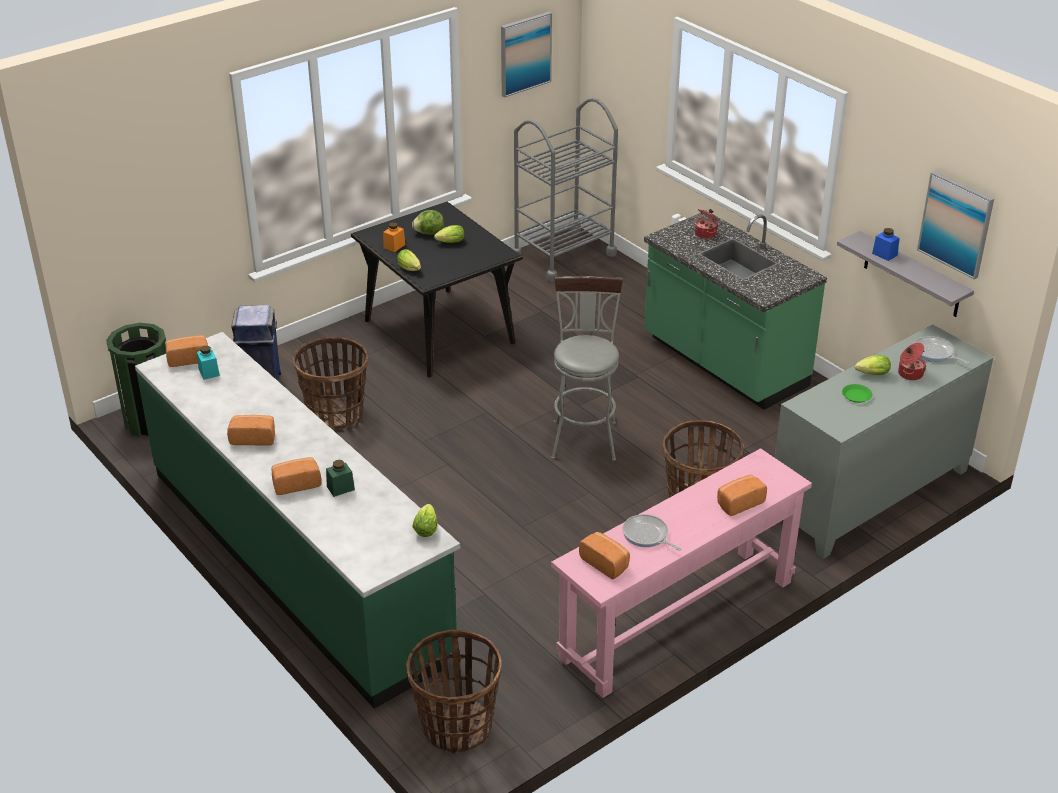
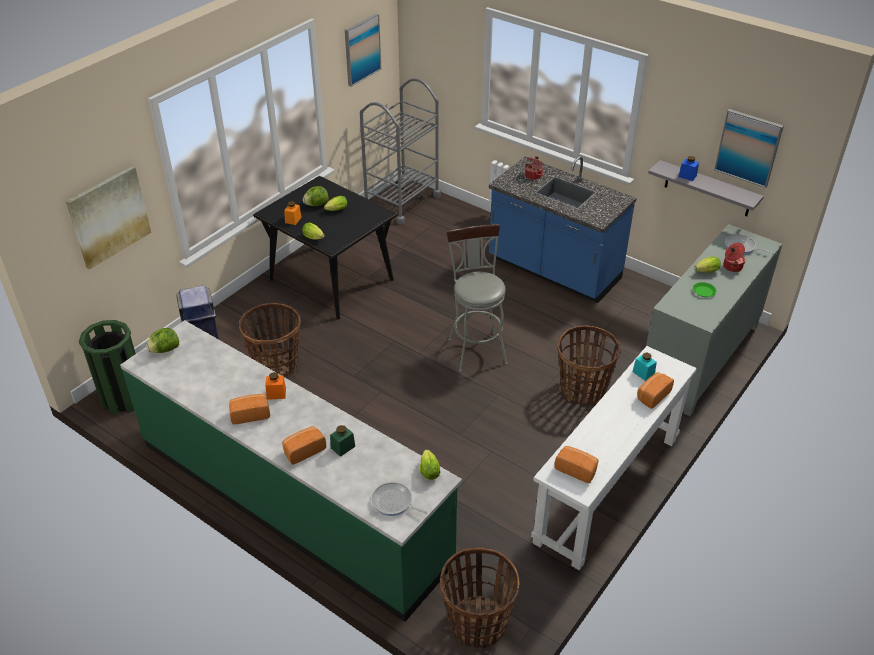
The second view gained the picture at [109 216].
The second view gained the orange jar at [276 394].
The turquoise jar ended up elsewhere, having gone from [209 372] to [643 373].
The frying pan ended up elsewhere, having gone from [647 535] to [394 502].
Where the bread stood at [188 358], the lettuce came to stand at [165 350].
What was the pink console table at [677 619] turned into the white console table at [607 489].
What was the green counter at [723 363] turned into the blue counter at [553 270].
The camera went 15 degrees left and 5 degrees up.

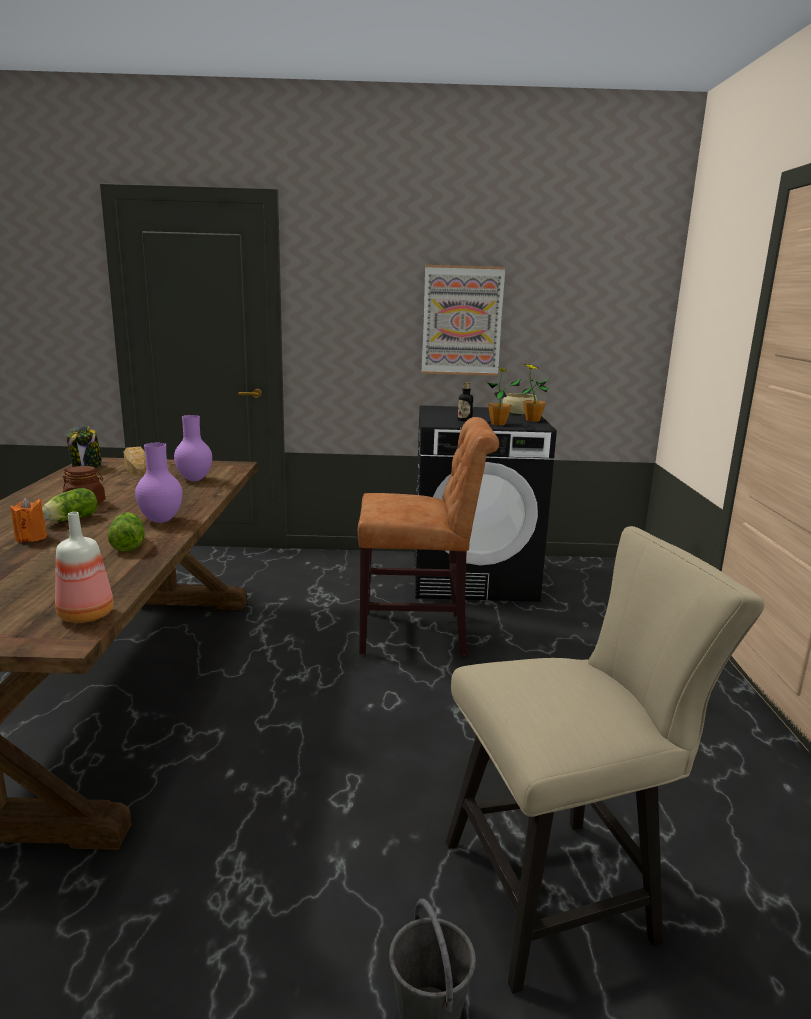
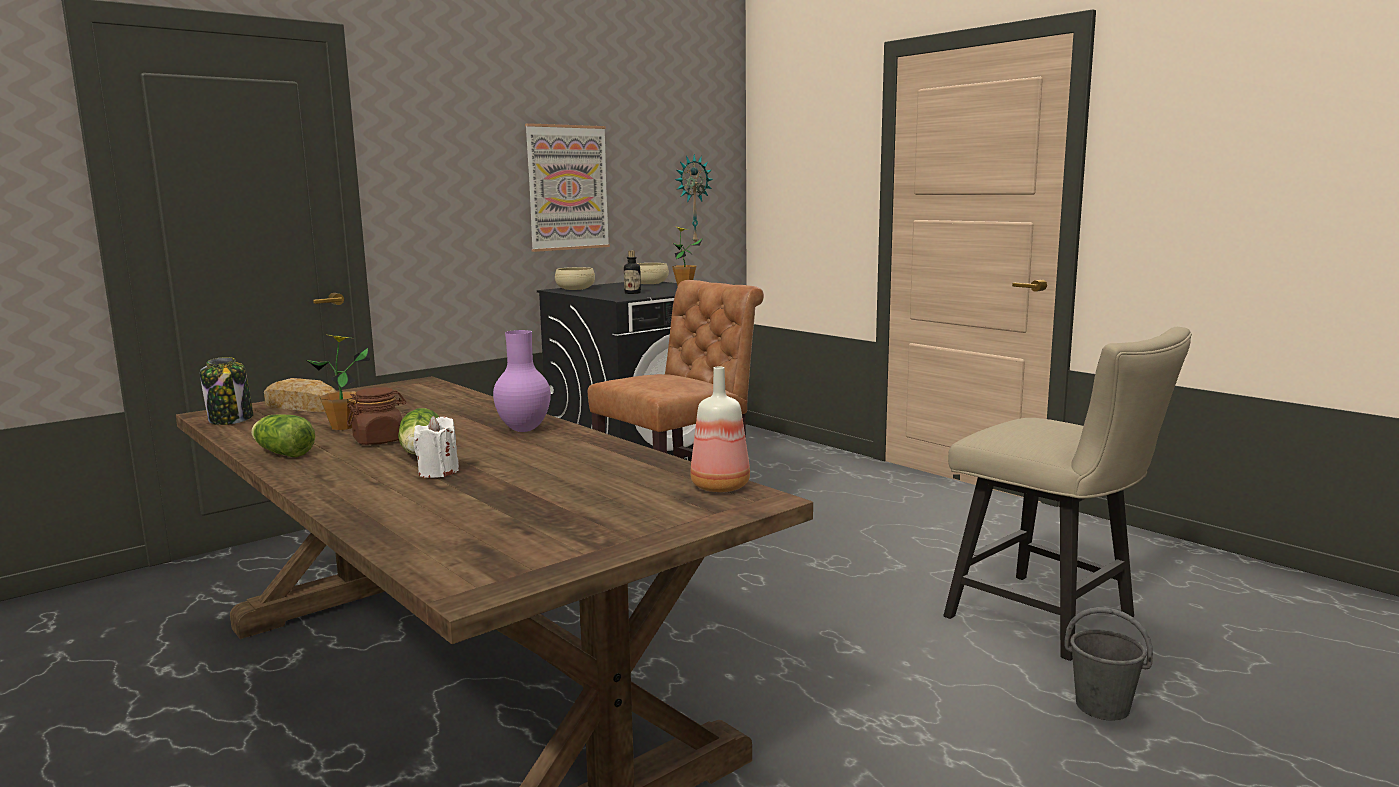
The second view lost the purple vase at [193 480].
The second view gained the beige bowl at [575 288].
The second view gained the wall clock at [692 199].
The lettuce ended up elsewhere, having gone from [128 544] to [282 453].
The potted plant ended up elsewhere, having gone from [498 424] to [343 427].
What was the orange candle at [31 538] turned into the white candle at [438 472].
The beige chair at [562 890] ended up facing another way, 105 degrees clockwise from before.
The camera went 40 degrees left and 5 degrees down.

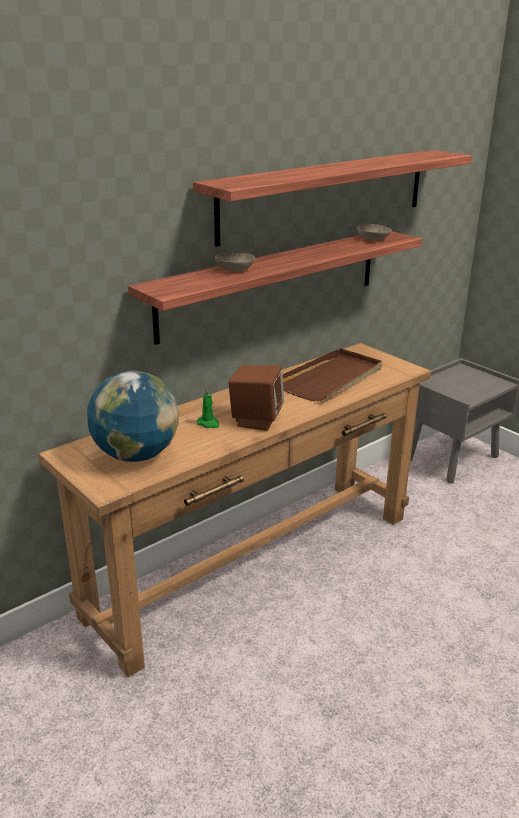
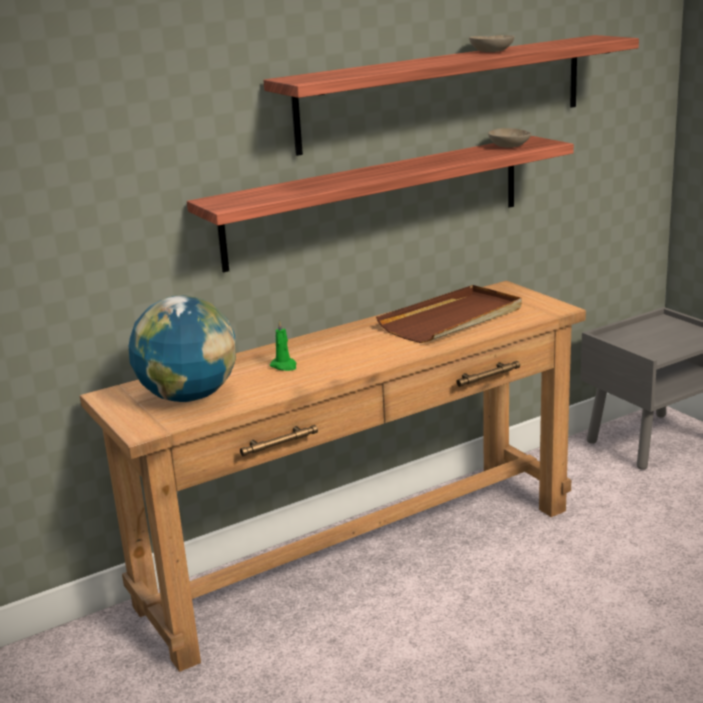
The second view lost the brown speaker at [256 420].
The beige bowl ended up elsewhere, having gone from [234 270] to [491 52].
The camera went 10 degrees right and 5 degrees down.

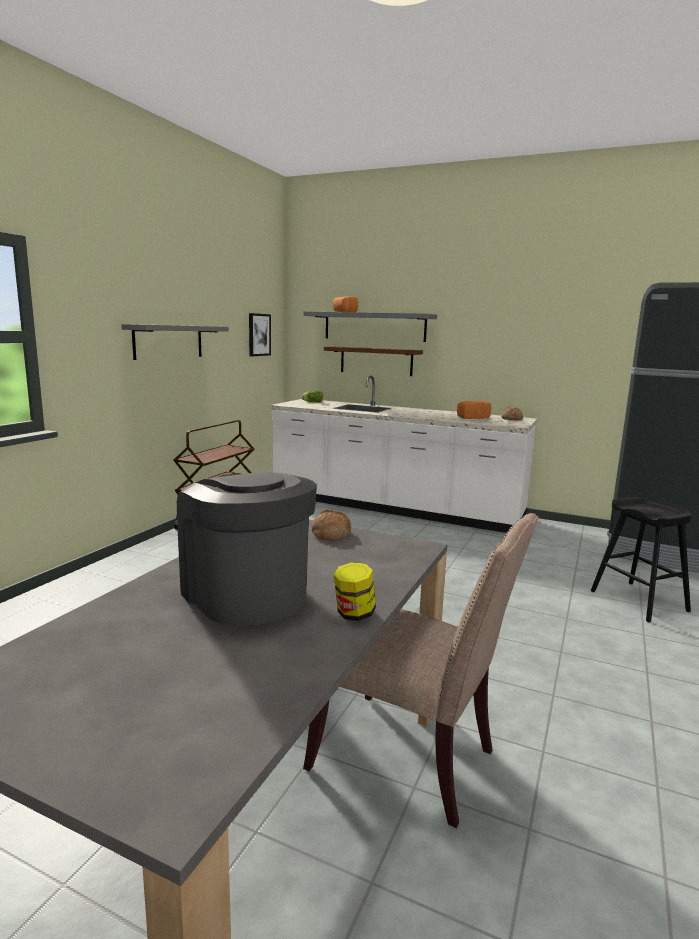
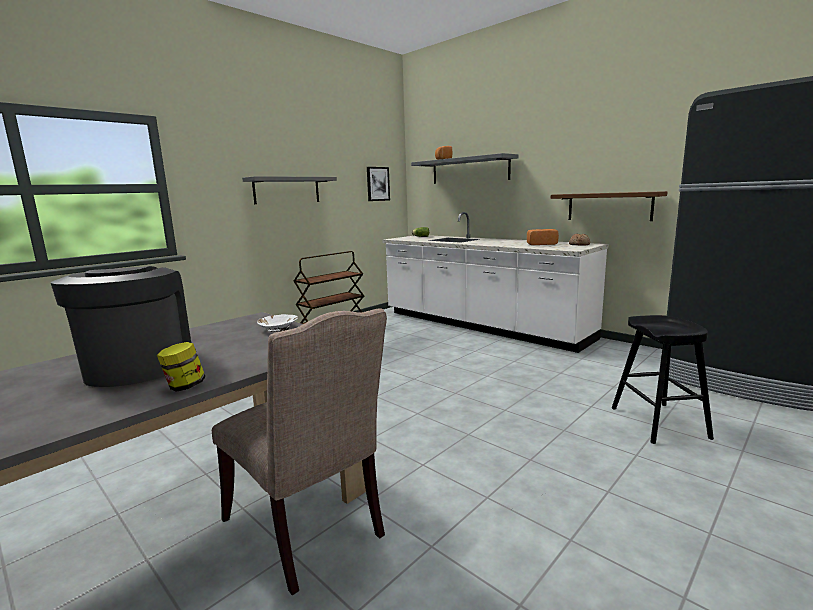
The brown shelf ended up elsewhere, having gone from [376 361] to [609 206].
Where the bread stood at [330 534], the white bowl came to stand at [278 328].
The camera went 20 degrees right and 0 degrees up.

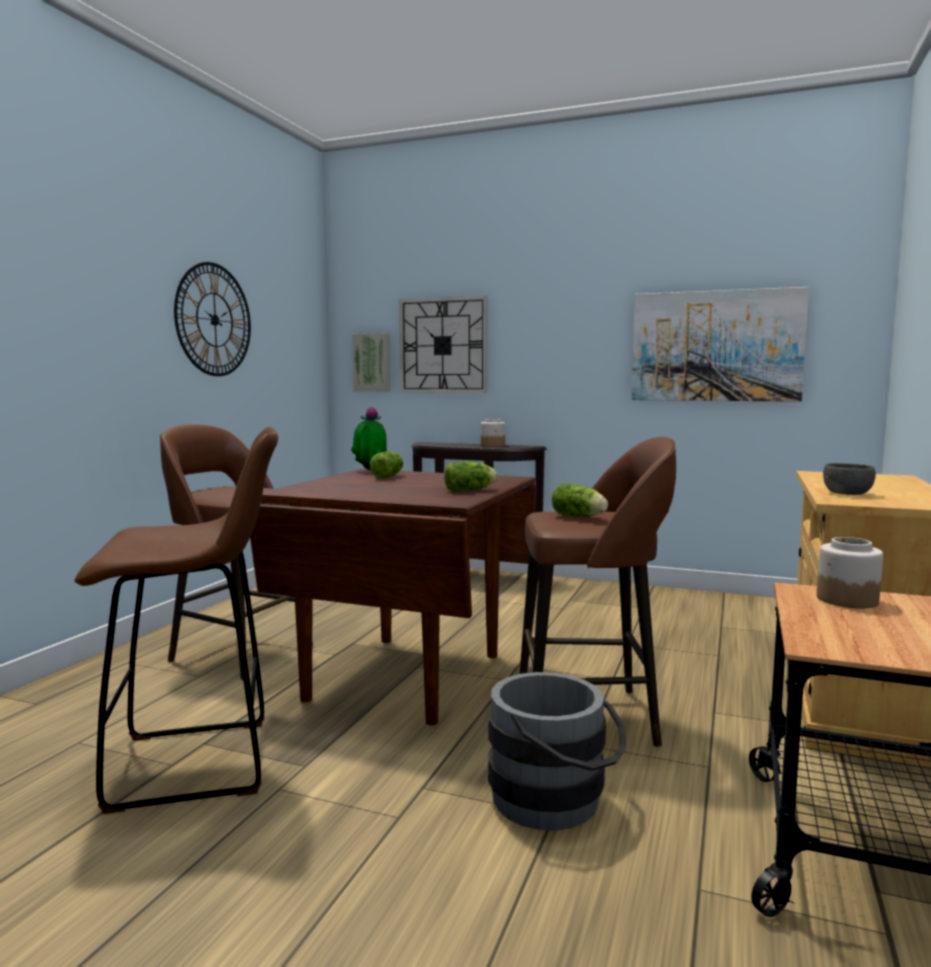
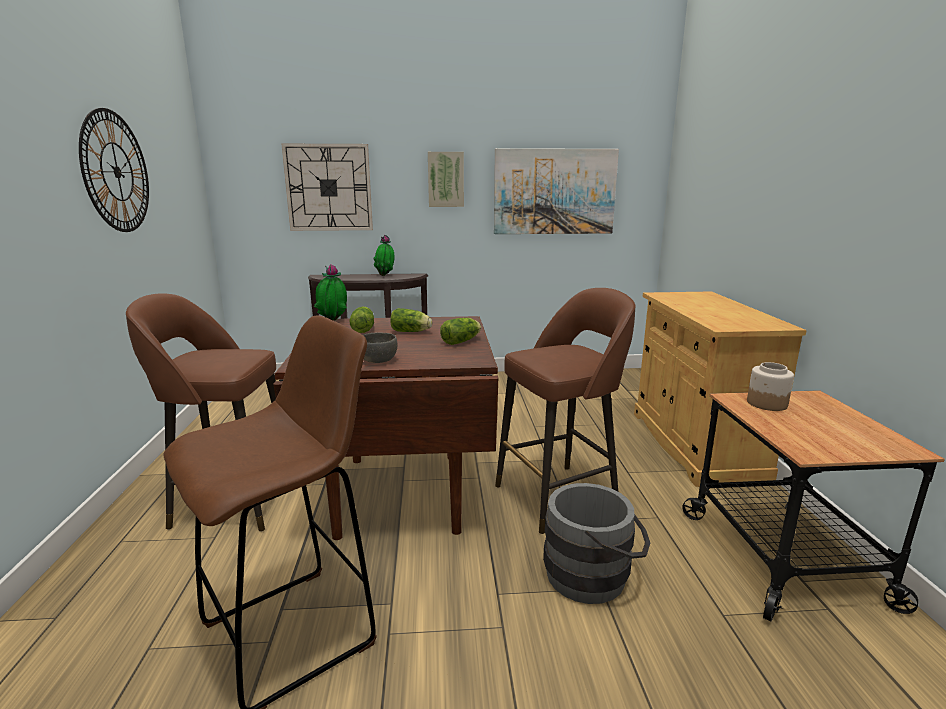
The picture ended up elsewhere, having gone from [372 362] to [445 179].
The lettuce ended up elsewhere, having gone from [580 517] to [412 332].
The grey bowl ended up elsewhere, having gone from [848 493] to [378 360].
Where the jar stood at [493 445], the potted plant came to stand at [385 275].
The camera went 25 degrees left and 10 degrees up.

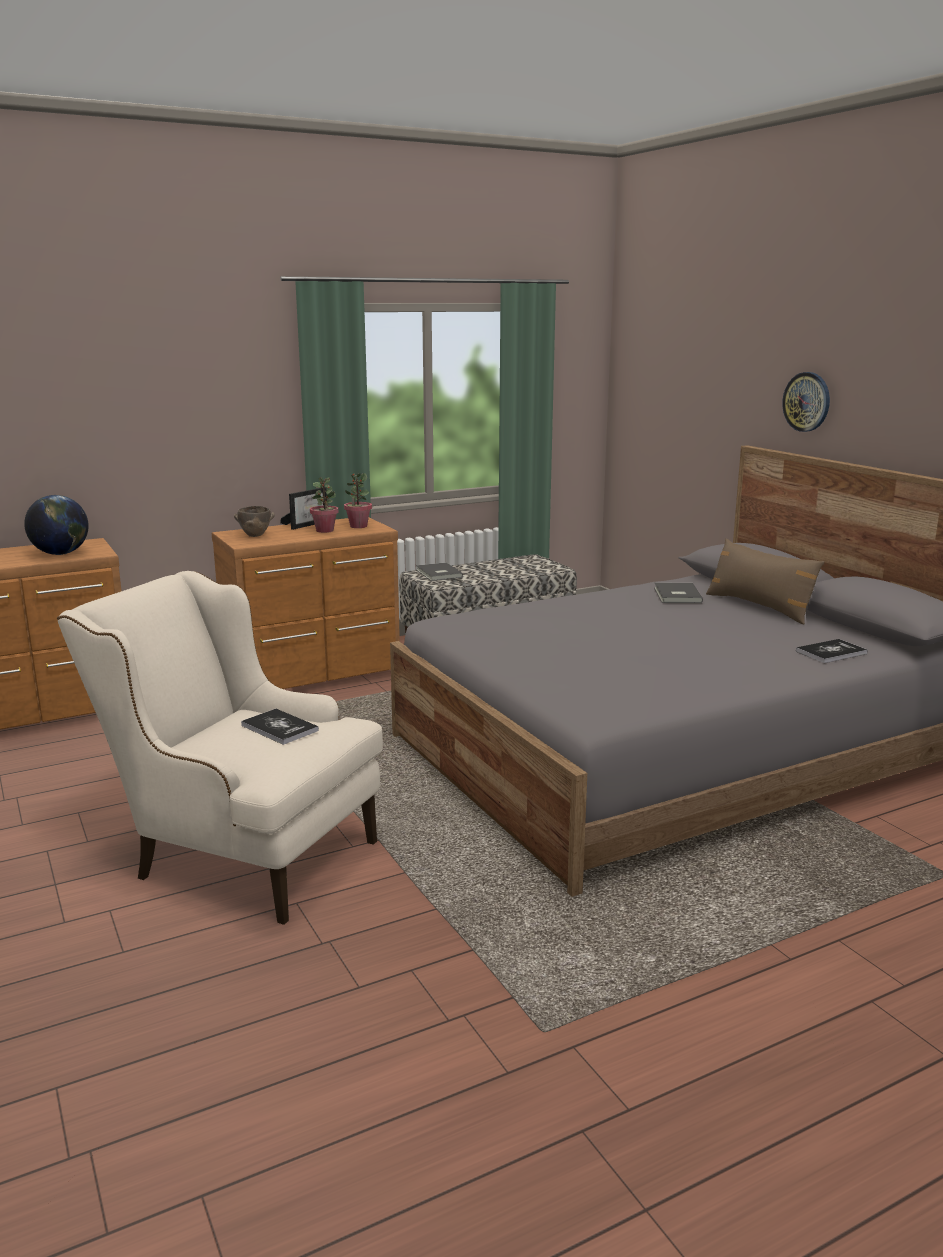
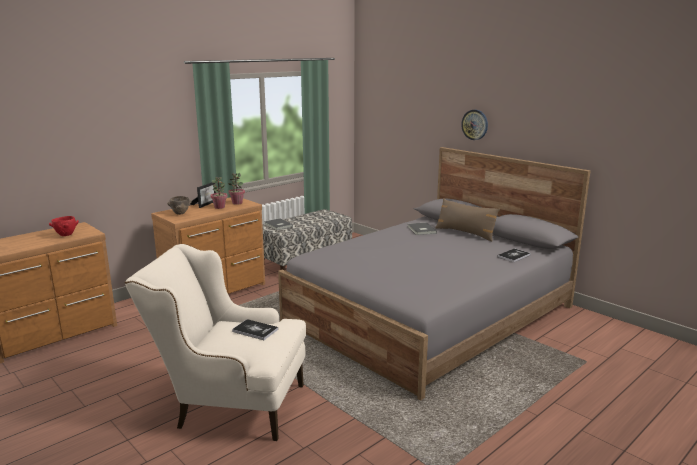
Where the globe stood at [61 554], the red bowl came to stand at [66 235].
The camera went 15 degrees left and 0 degrees up.

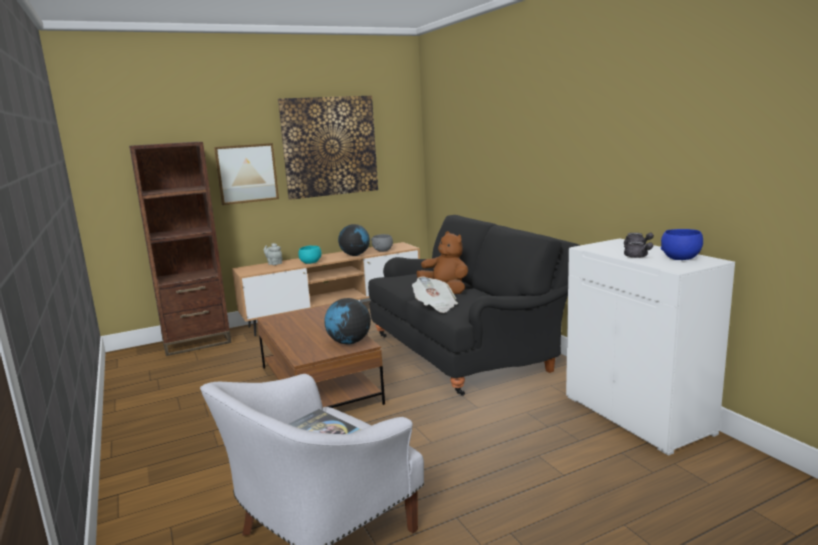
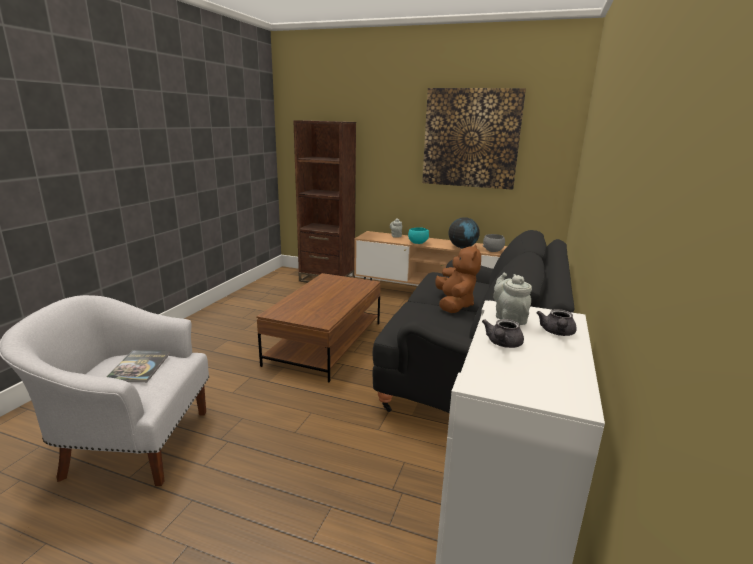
The second view lost the picture at [247 173].
The second view lost the globe at [349 342].
The second view lost the newspaper at [435 306].
The second view lost the blue bowl at [680 258].
The second view gained the grey teapot at [509 318].
The camera went 45 degrees right and 5 degrees up.

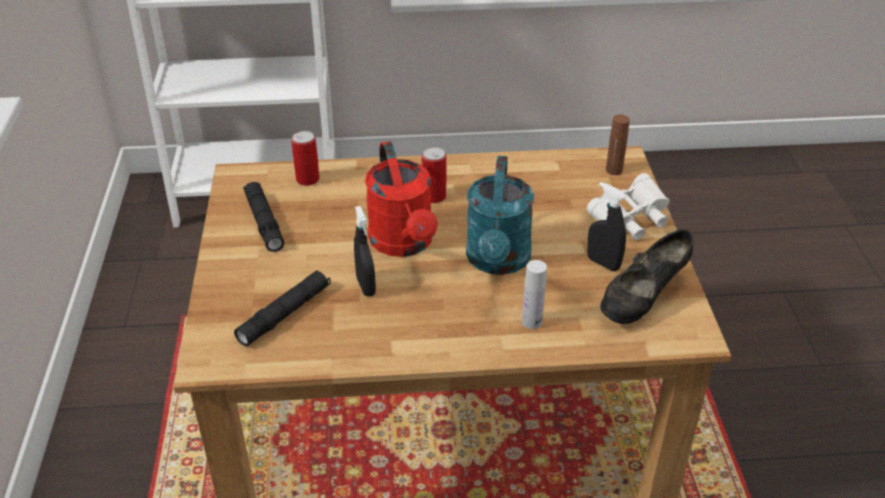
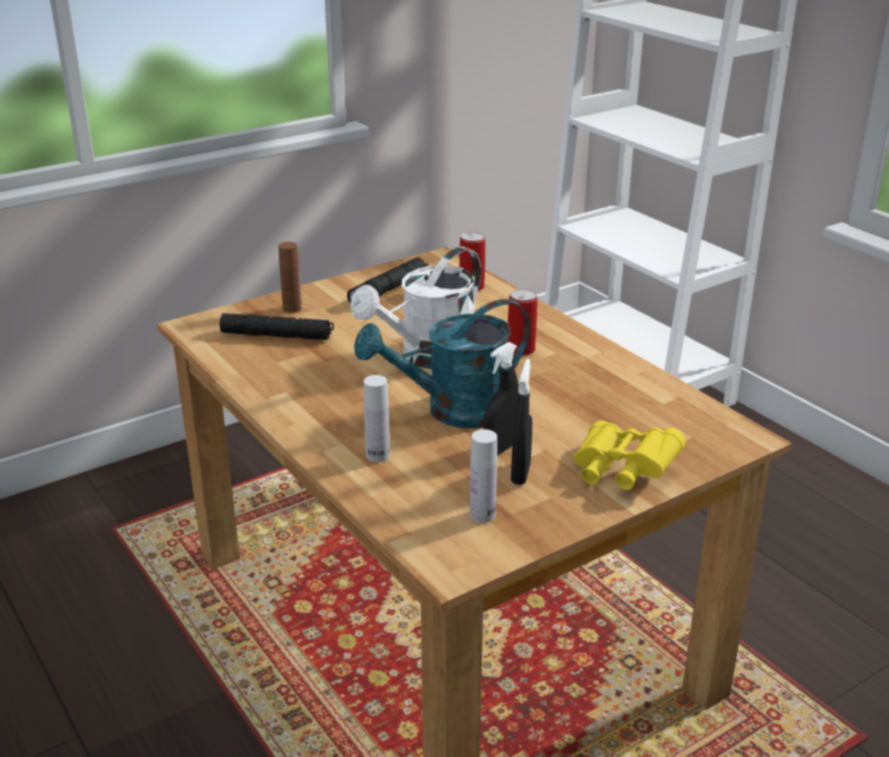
The black spray bottle ended up elsewhere, having gone from [366 286] to [501 448].
The brown bottle ended up elsewhere, having gone from [614 170] to [292 308].
Where the black shoe stood at [642 299], the white bottle came to stand at [482 515].
What was the red watering can at [404 244] turned into the white watering can at [428 357].
What was the white binoculars at [630 221] turned into the yellow binoculars at [621 472].
The camera went 60 degrees right and 10 degrees down.

